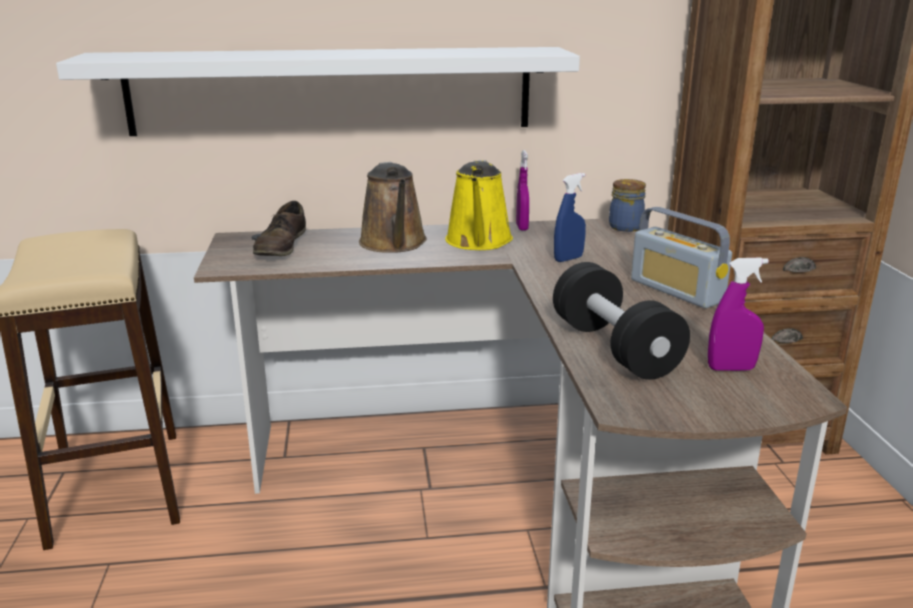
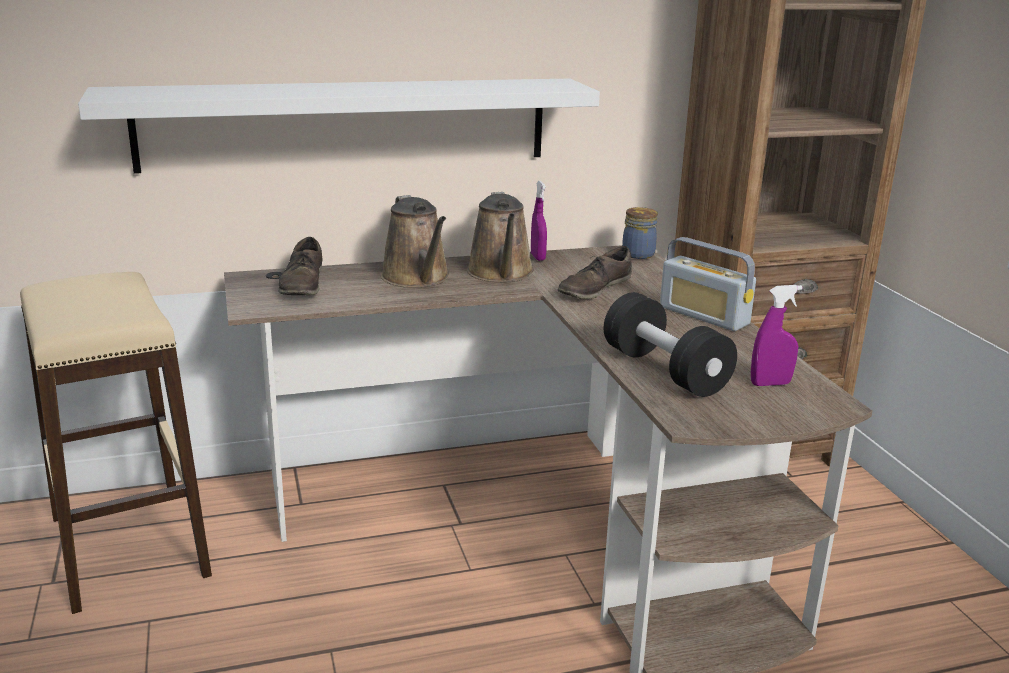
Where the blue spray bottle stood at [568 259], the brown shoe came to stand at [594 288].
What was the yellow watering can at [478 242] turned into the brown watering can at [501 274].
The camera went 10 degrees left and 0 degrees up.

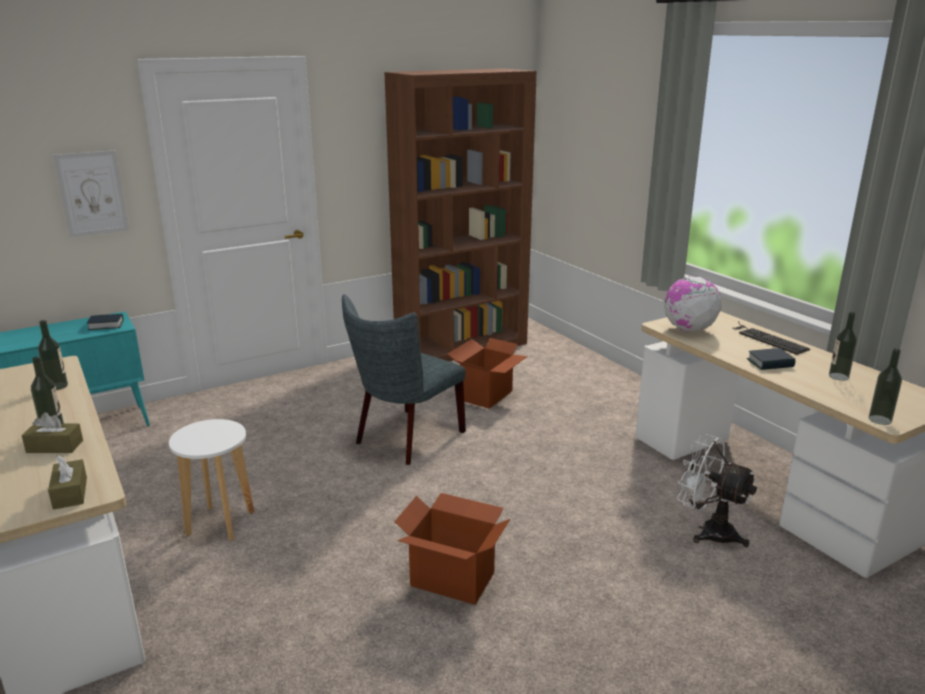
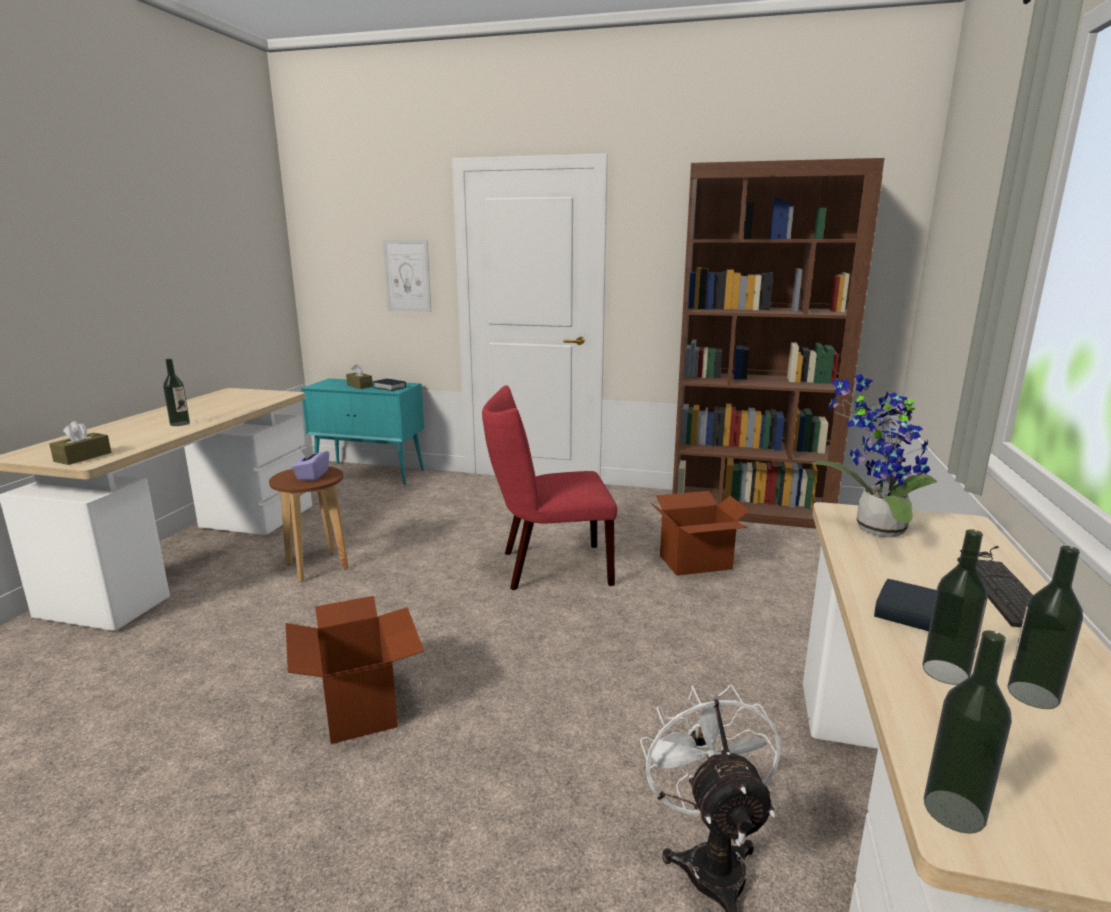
The second view gained the purple tissue box at [312 475].
The brown tissue box ended up elsewhere, having gone from [55 446] to [359 386].
The bottle ended up elsewhere, having gone from [57 386] to [945 672].
Where the globe stood at [688 329], the potted plant came to stand at [873 529].
What was the white stool at [221 523] turned into the brown stool at [317 567].
What was the grey chair at [405 439] turned into the red chair at [548 568].
The camera went 45 degrees right and 5 degrees down.

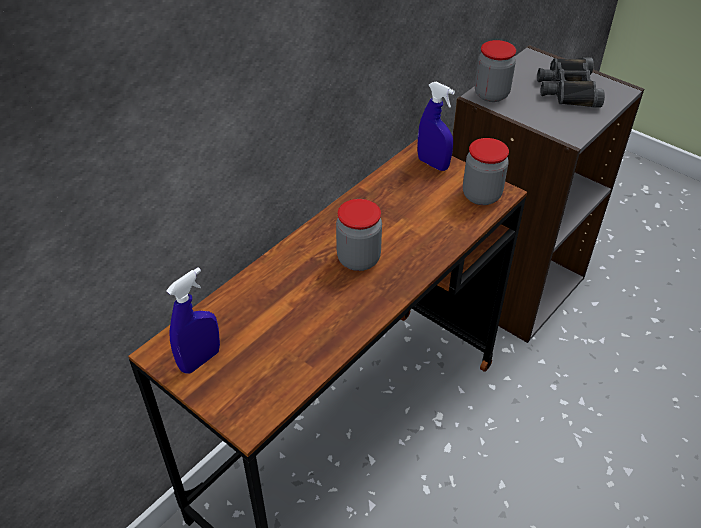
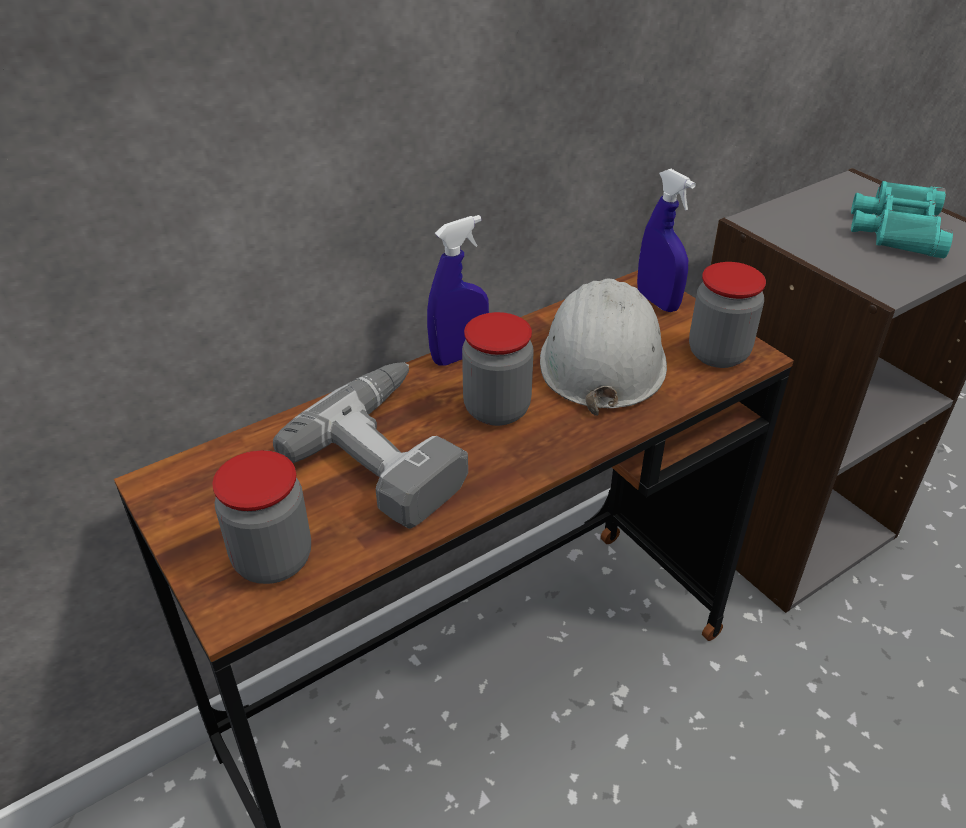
The second view gained the power drill at [395 451].
The second view gained the white hard hat at [601 358].
The blue spray bottle ended up elsewhere, having gone from [200 360] to [459 356].
The jar ended up elsewhere, having gone from [491 94] to [273 560].
What was the black binoculars at [567 89] turned into the turquoise binoculars at [896 228].
The camera went 15 degrees right and 5 degrees down.

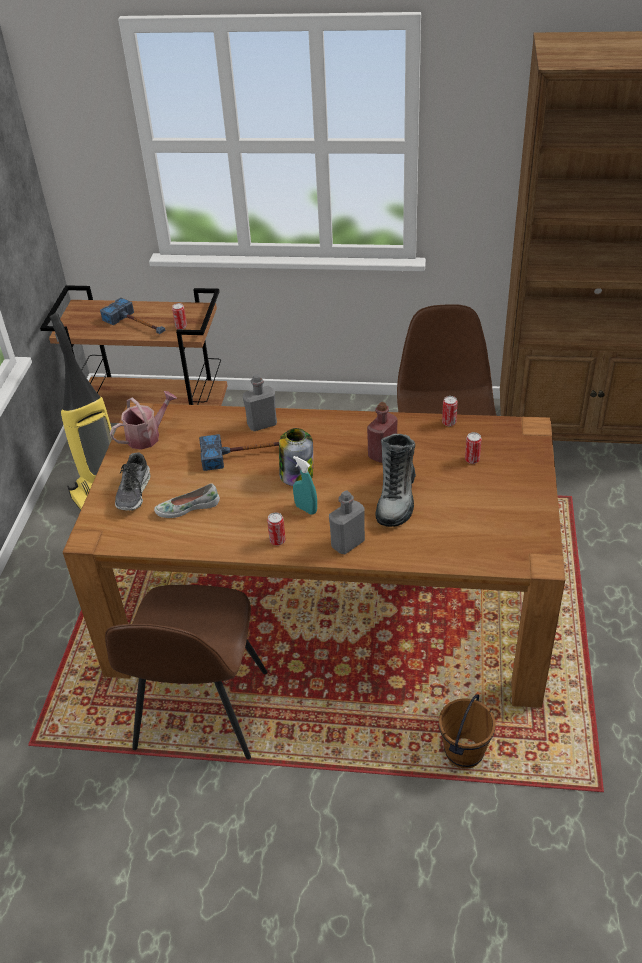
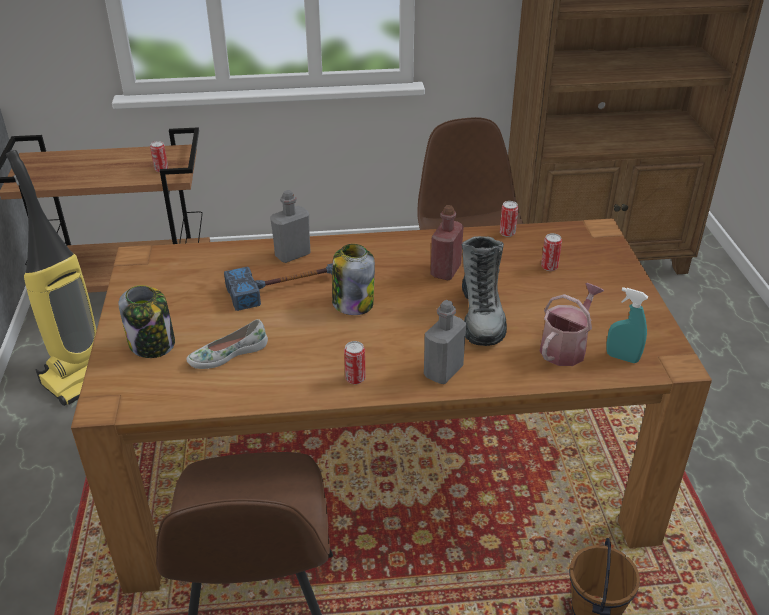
The second view lost the hammer at [137 325].
The watering can ended up elsewhere, having gone from [147 436] to [566 347].
The turquoise spray bottle ended up elsewhere, having gone from [306 509] to [622 357].
Where the shoe stood at [134 492], the jar came to stand at [152 344].
The camera went 15 degrees left and 5 degrees down.

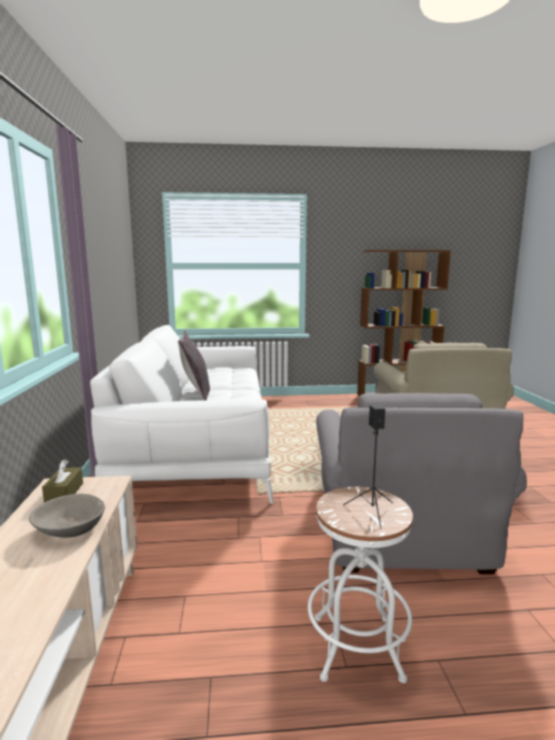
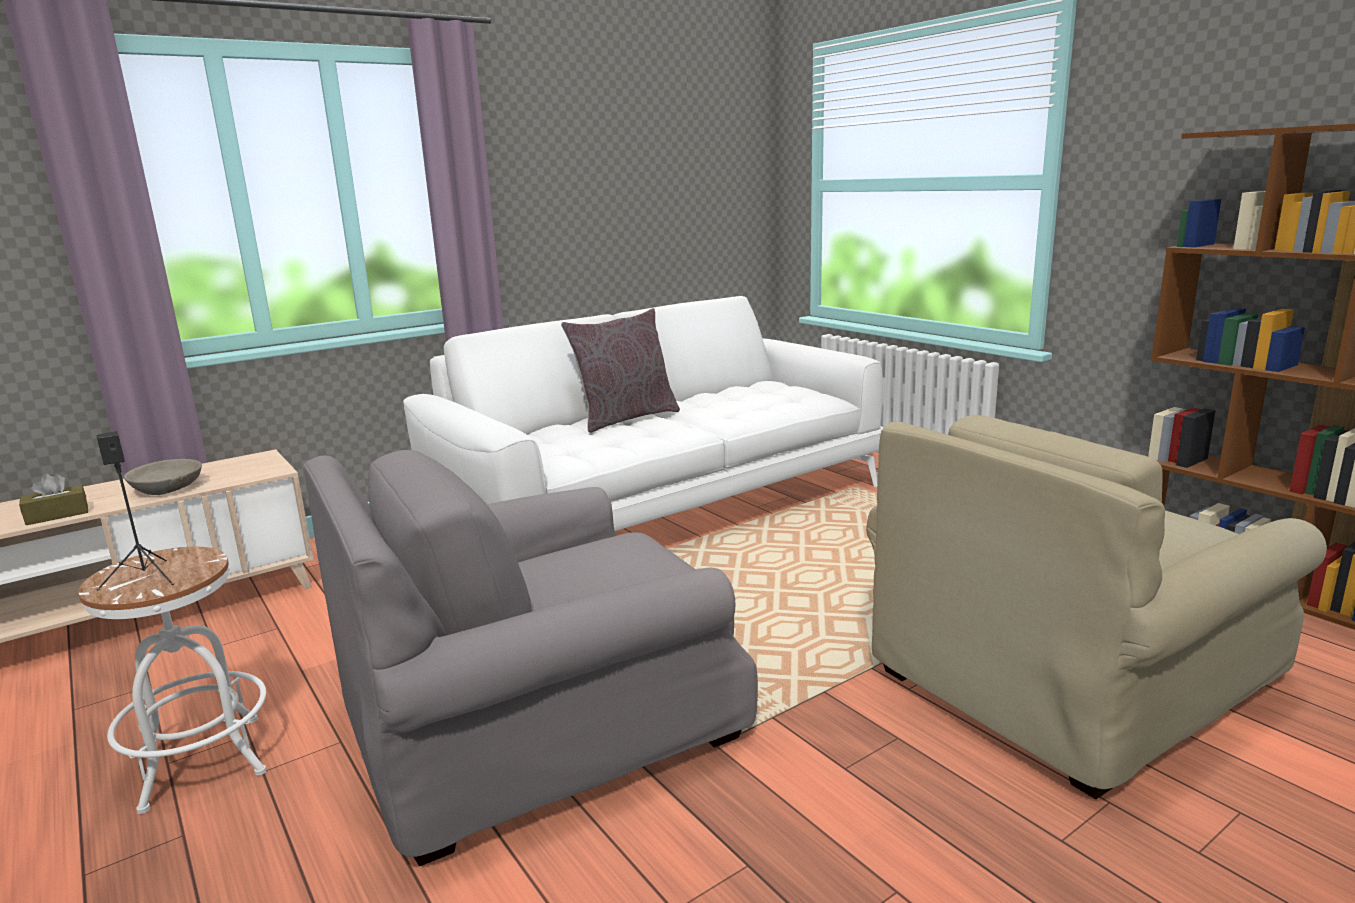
The brown tissue box ended up elsewhere, having gone from [64 493] to [57 515].
The camera went 60 degrees right and 5 degrees up.

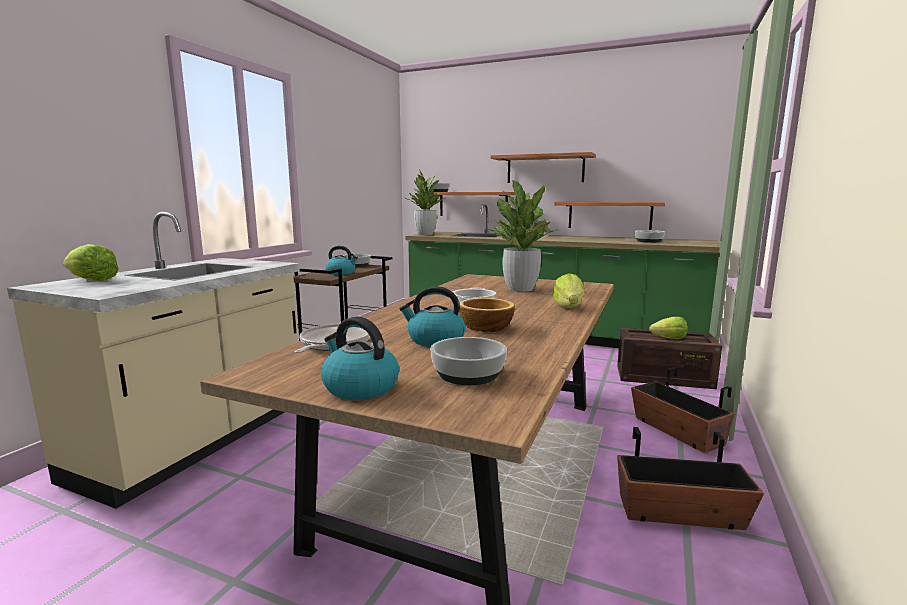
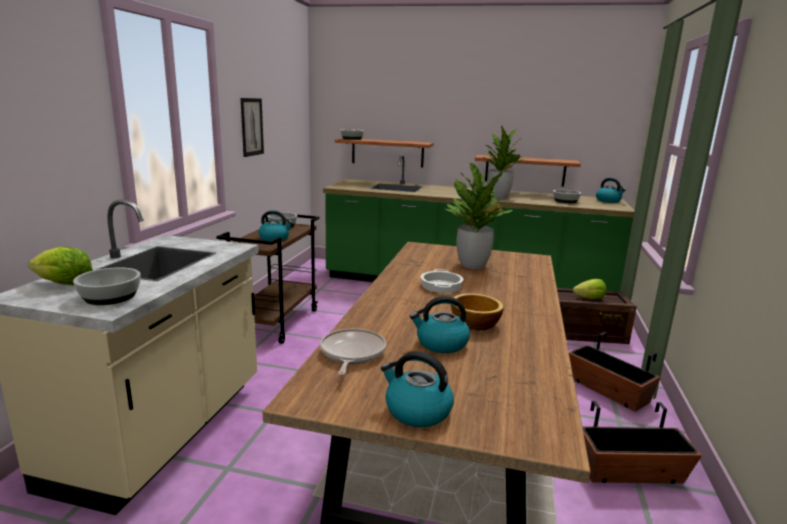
The second view lost the shelf at [545 169].
The second view lost the lettuce at [569 307].
The second view gained the picture at [252 127].
The second view gained the kettle at [608 201].
The potted plant ended up elsewhere, having gone from [425 234] to [498 197].
The bowl ended up elsewhere, having gone from [469 374] to [111 297].
The camera went 10 degrees left and 5 degrees up.

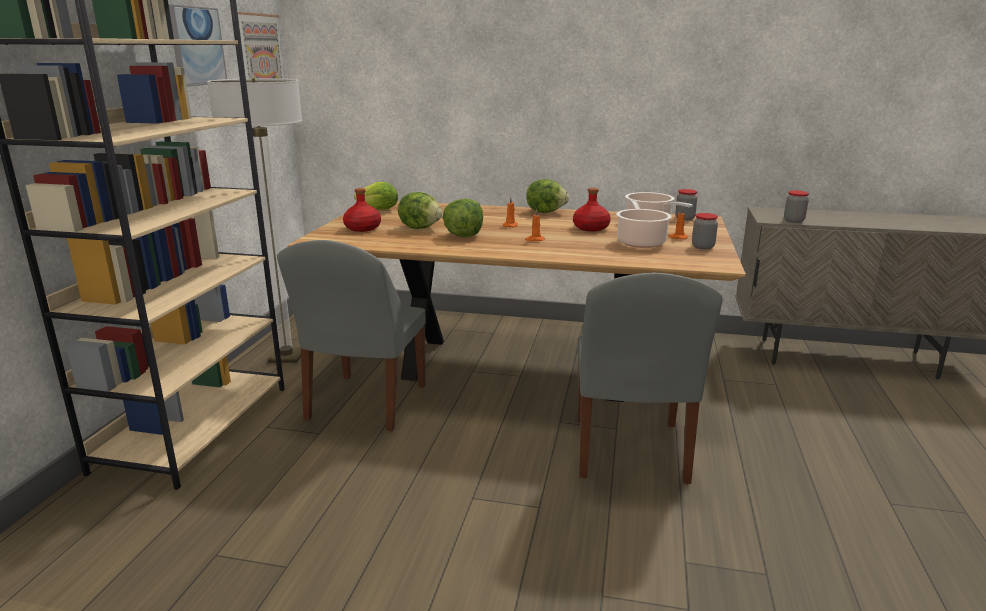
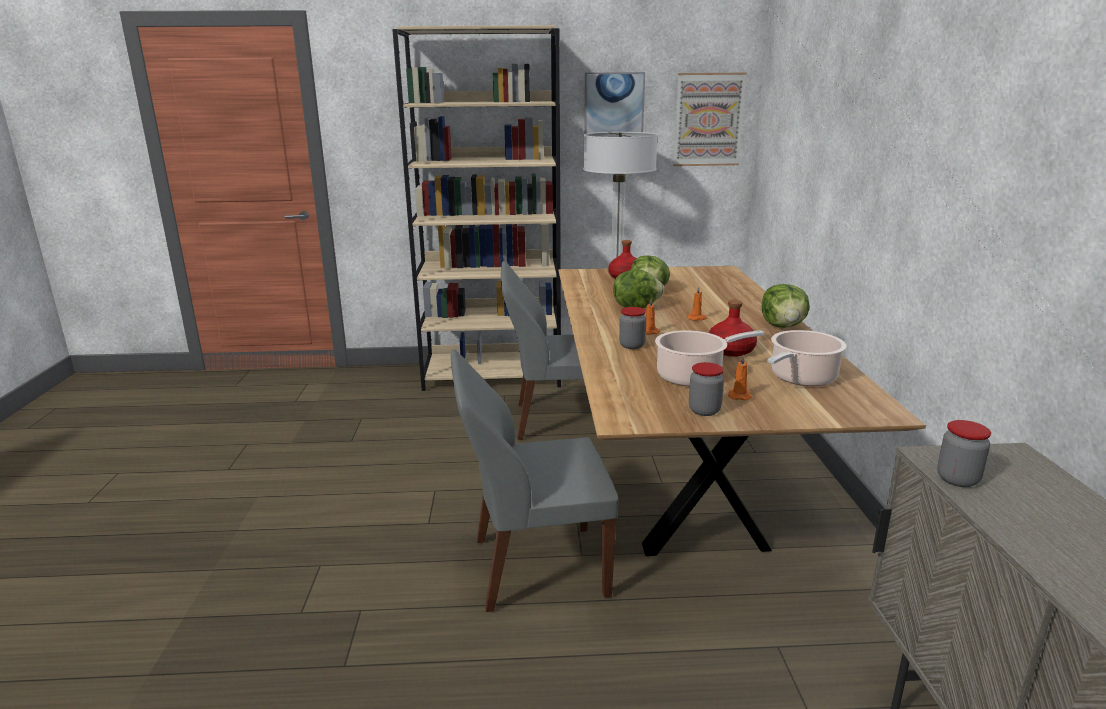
The second view lost the lettuce at [379 210].
The jar ended up elsewhere, having gone from [684 218] to [632 345].
The camera went 75 degrees right and 0 degrees up.

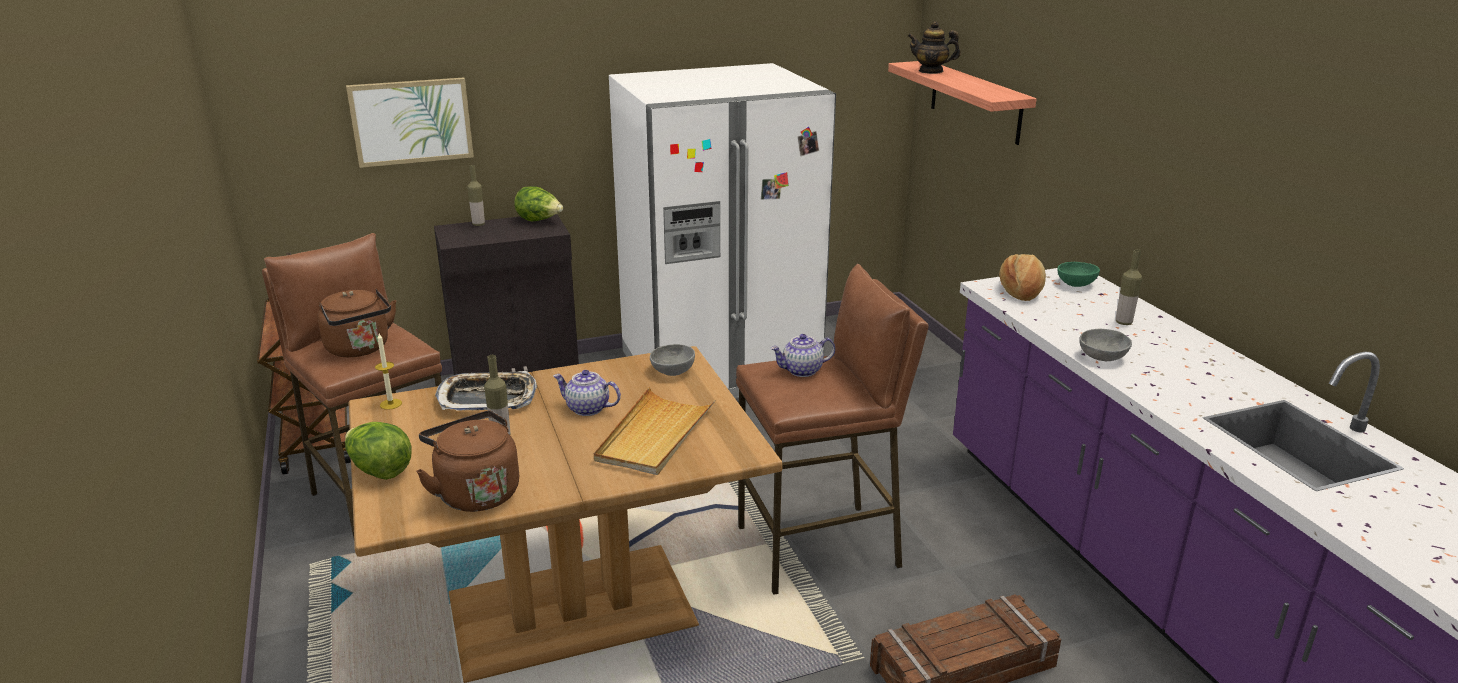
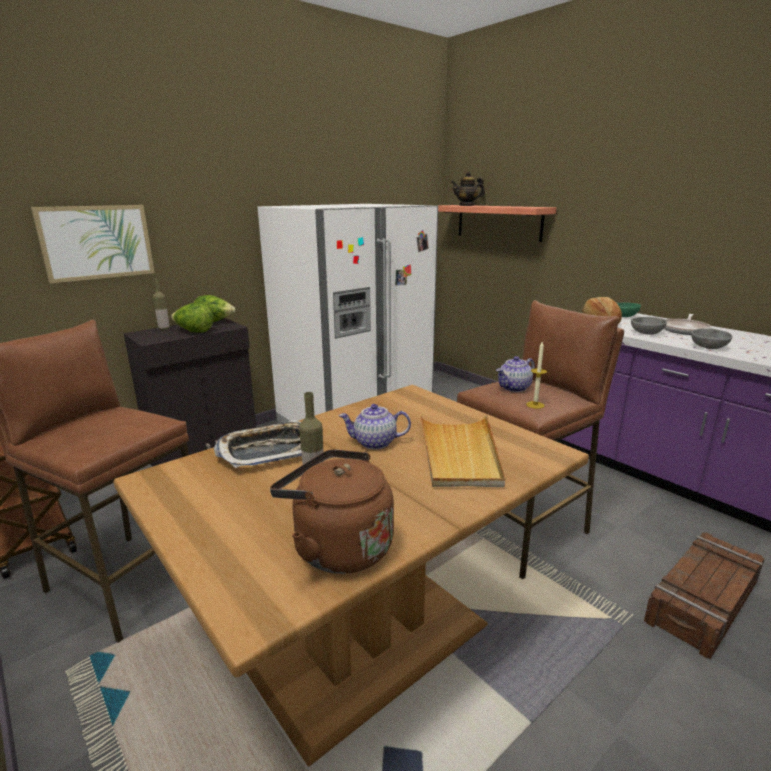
The second view lost the brown kettle at [360 349].
The lettuce ended up elsewhere, having gone from [379 470] to [194 332].
The candle ended up elsewhere, having gone from [391 404] to [535 405].
The grey bowl ended up elsewhere, having gone from [672 371] to [646 333].
Where the bottle stood at [1123 322], the frying pan came to stand at [685 330].
The camera went 20 degrees left and 5 degrees down.

